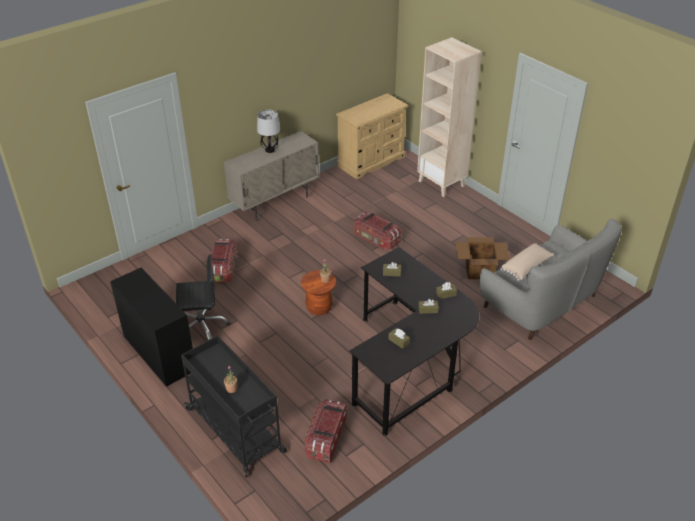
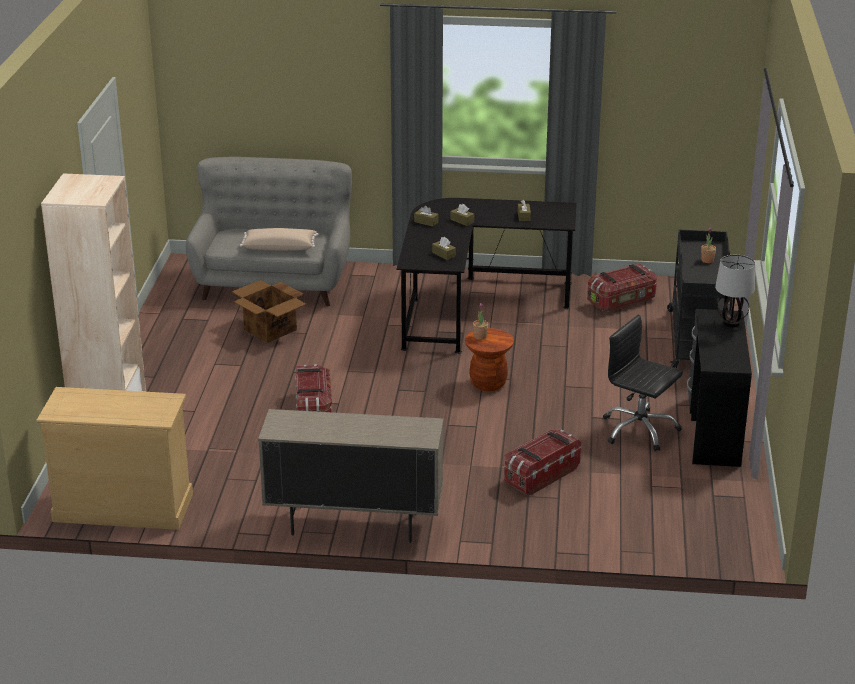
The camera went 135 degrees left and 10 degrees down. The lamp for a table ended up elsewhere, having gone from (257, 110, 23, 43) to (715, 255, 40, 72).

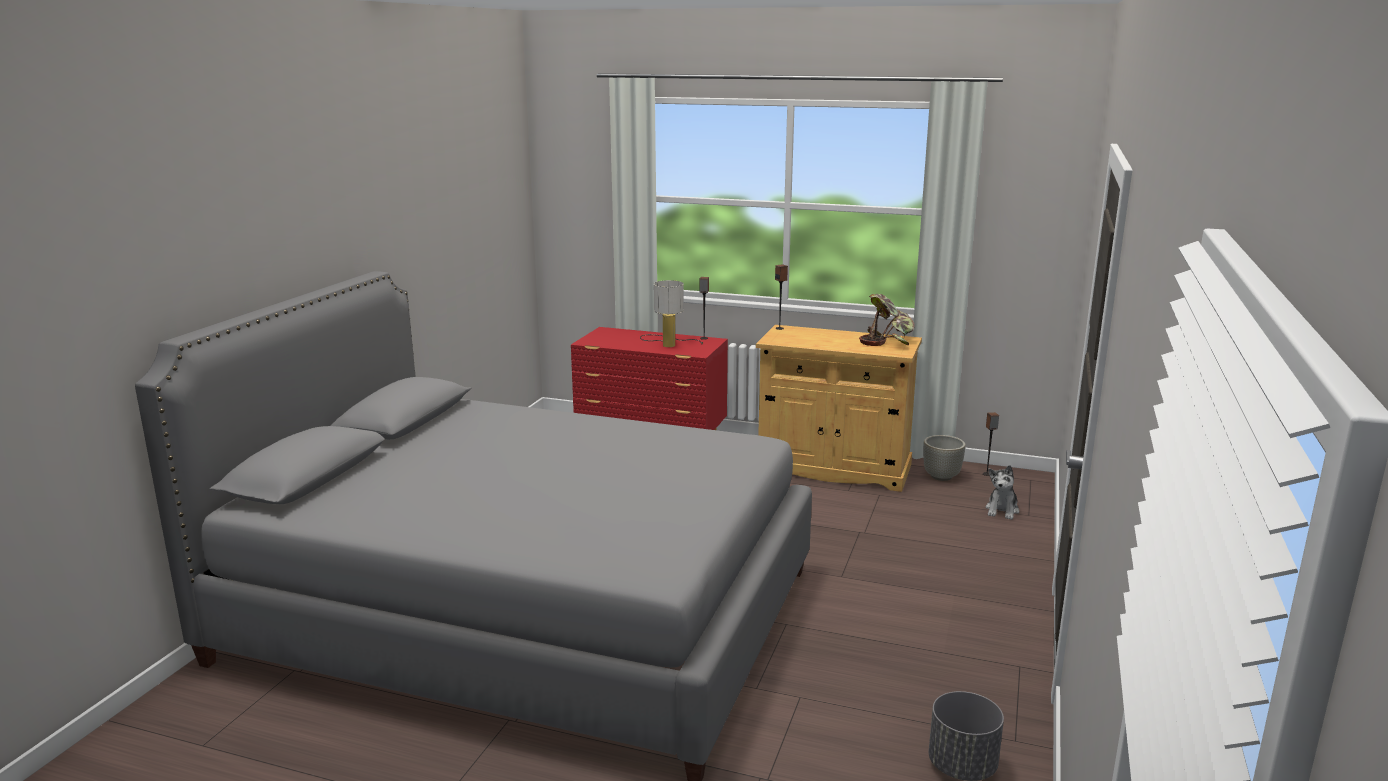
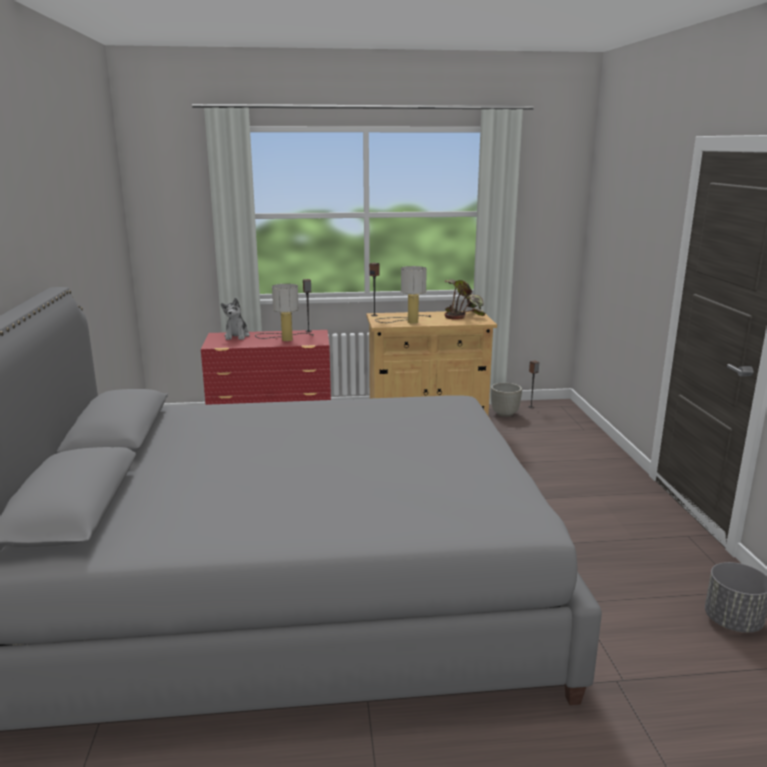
The camera went 25 degrees left and 0 degrees up. The cuddly toy ended up elsewhere, having gone from (985, 465, 35, 55) to (221, 298, 29, 42). The second view gained the lamp for a table at (375, 266, 56, 58).

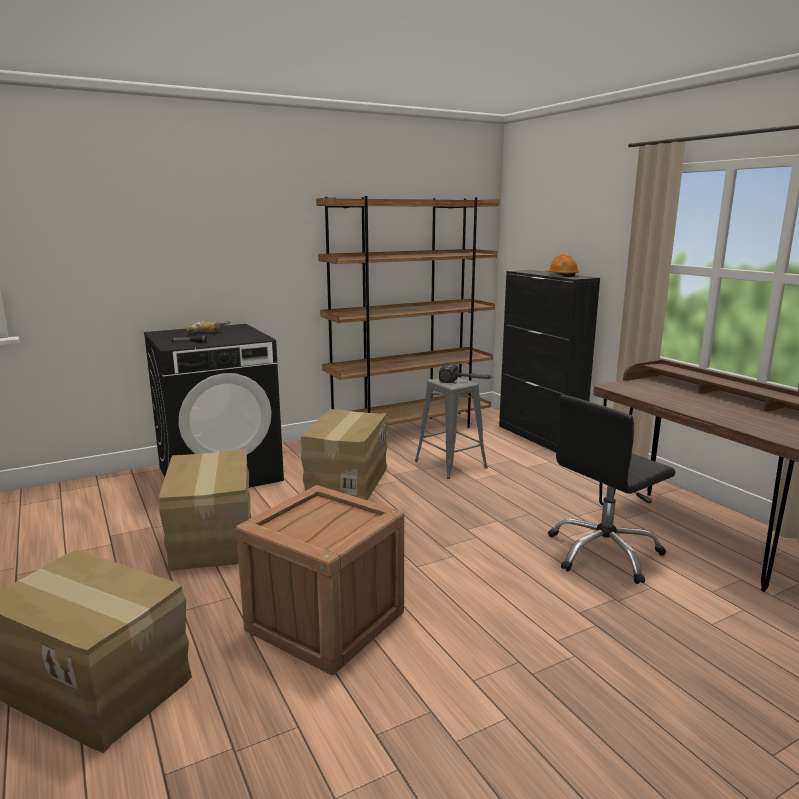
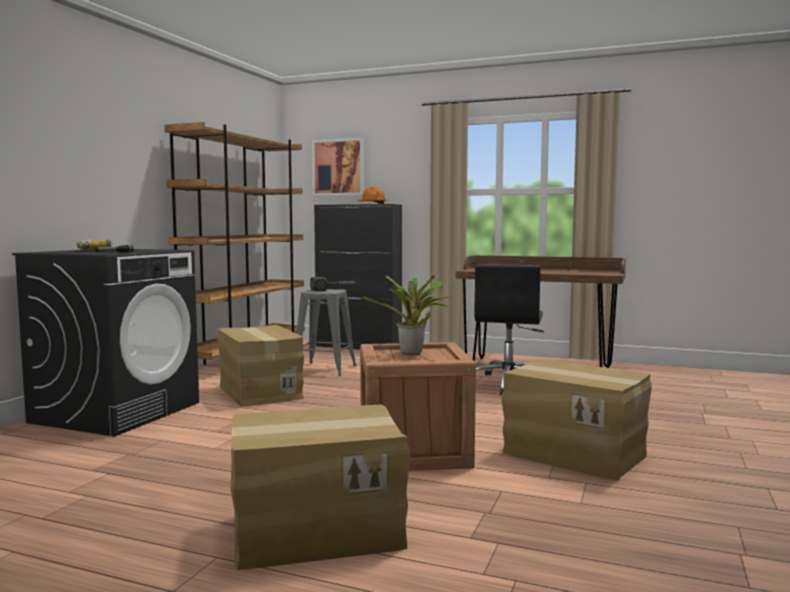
The camera went 40 degrees left and 10 degrees down. The cardboard box ended up elsewhere, having gone from (159, 449, 92, 123) to (502, 359, 150, 122). The second view gained the wall art at (312, 138, 52, 58). The second view gained the potted plant at (363, 275, 89, 80).

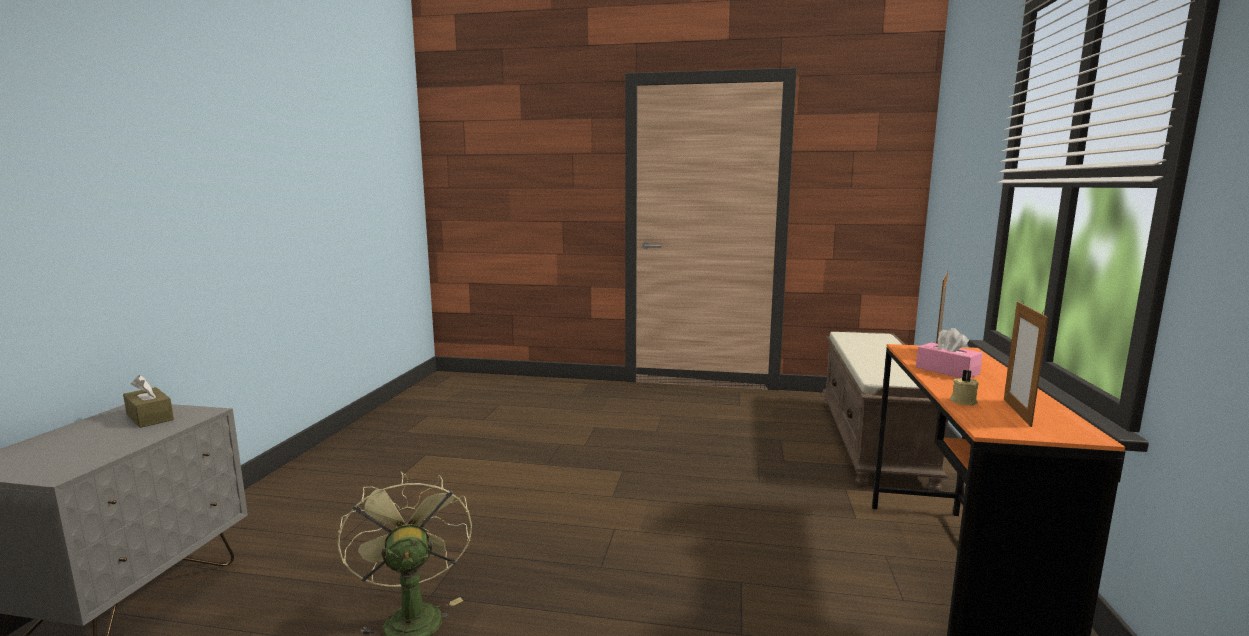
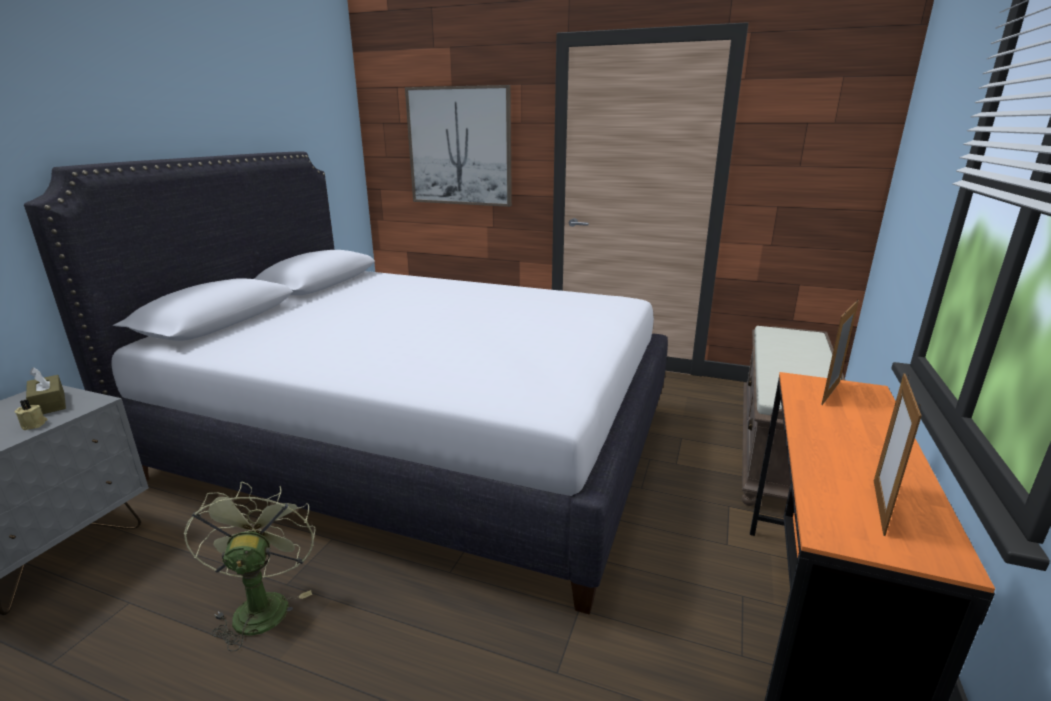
The camera went 10 degrees right and 10 degrees up. The second view lost the pinkish tissue holder at (916, 328, 67, 50). The sand-coloured candle ended up elsewhere, having gone from (950, 370, 29, 36) to (15, 399, 33, 31). The second view gained the wall art at (405, 85, 107, 122). The second view gained the white-coloured bedroom bed at (24, 152, 644, 463).

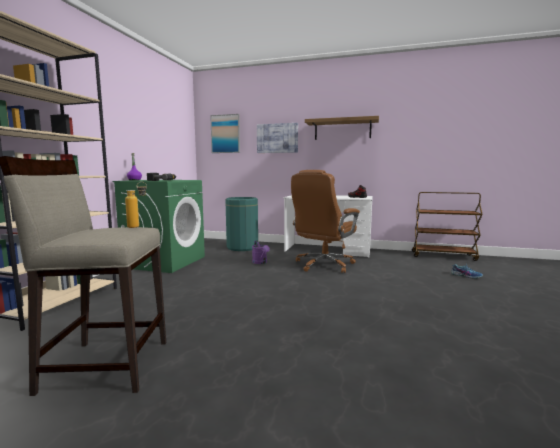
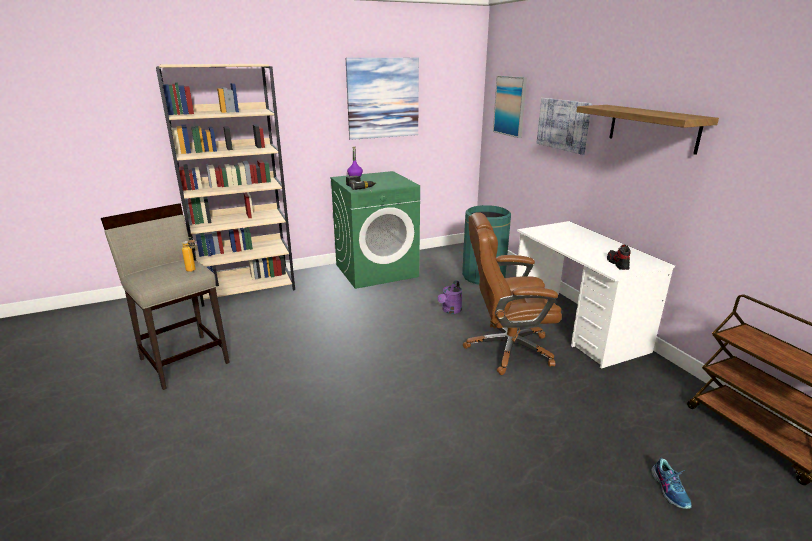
The camera went 50 degrees right and 15 degrees up. The second view gained the wall art at (346, 58, 73, 82).

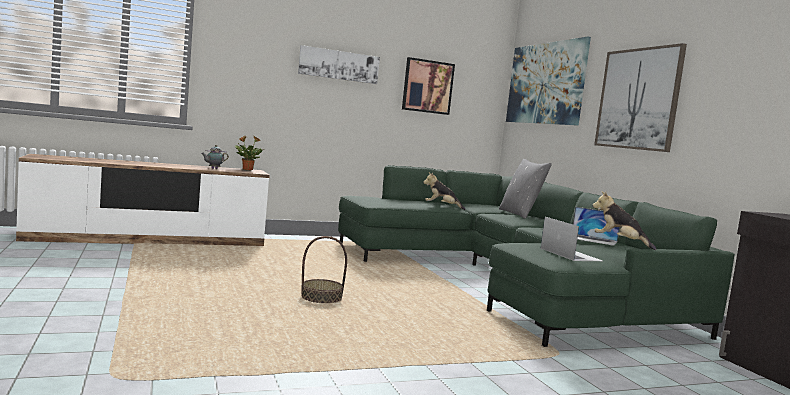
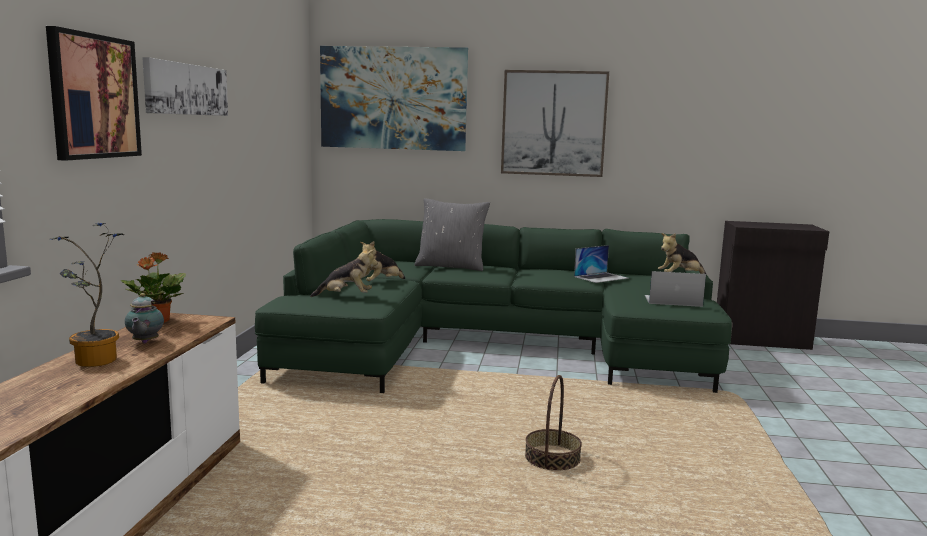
The camera went 60 degrees left and 5 degrees up. The wall art ended up elsewhere, having gone from (402, 57, 53, 58) to (46, 26, 96, 135). The second view gained the potted plant at (50, 223, 74, 144). The second view gained the cuddly toy at (310, 246, 68, 51).

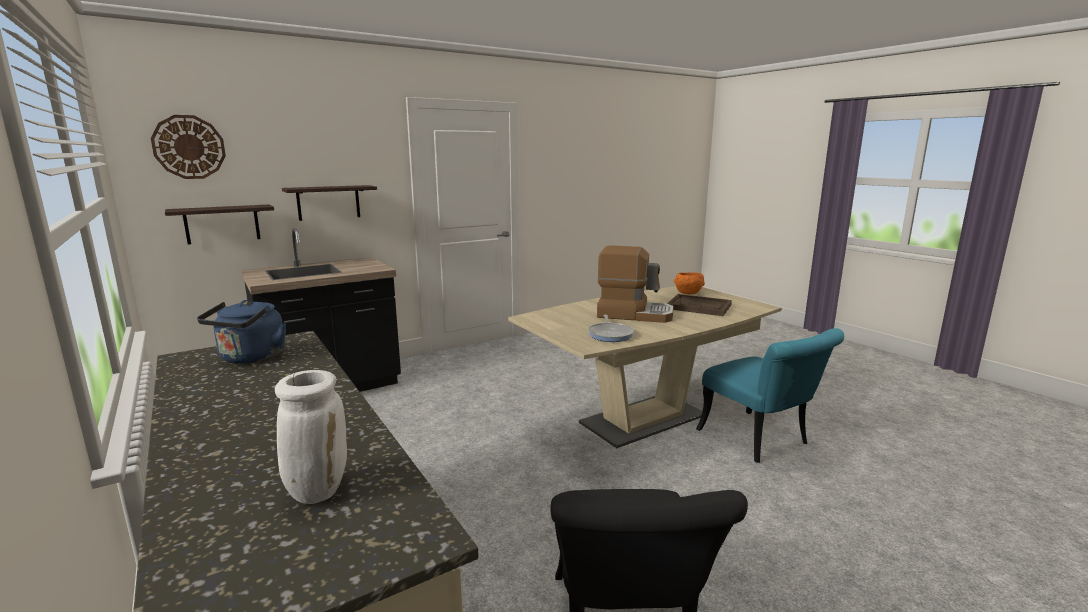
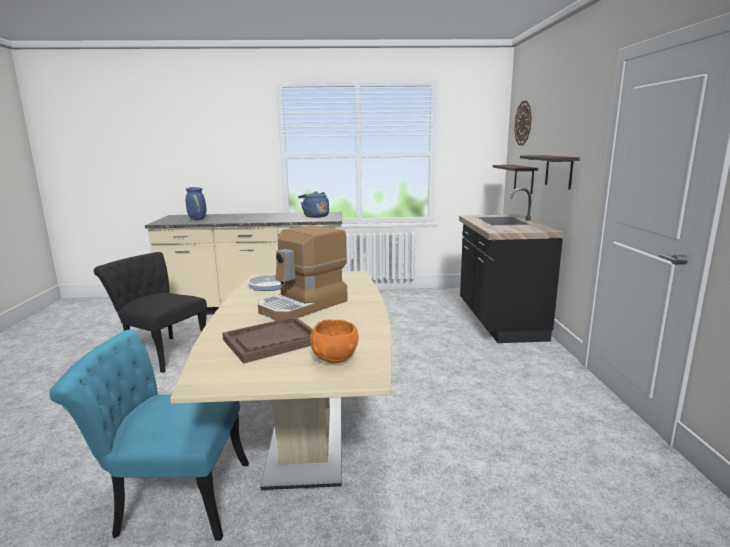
The camera went 120 degrees right and 0 degrees up. What was the white-coloured flower vase at (275, 370, 72, 134) turned into the blue flower vase at (185, 187, 21, 33).

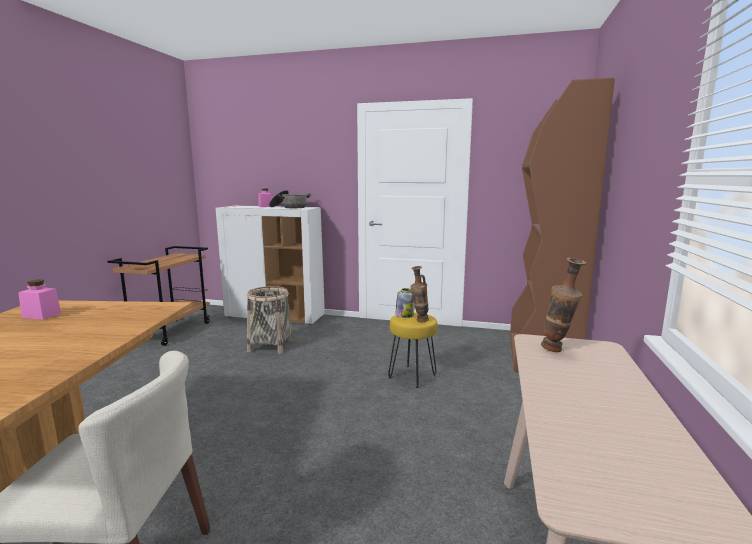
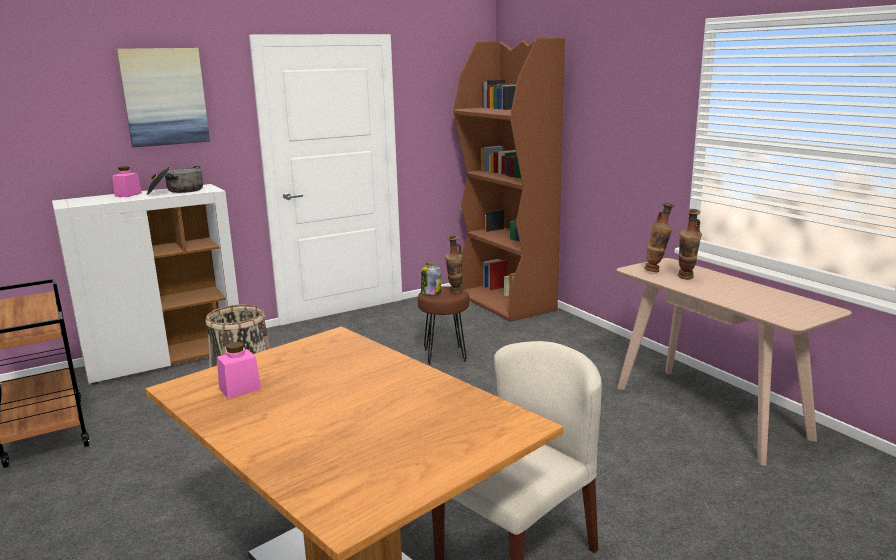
The camera went 45 degrees left and 5 degrees up. What was the yellowish stool seat at (388, 313, 50, 75) turned into the brownish stool seat at (418, 286, 51, 79). The second view gained the wall art at (117, 48, 93, 99). The second view gained the flower vase at (678, 209, 24, 71).

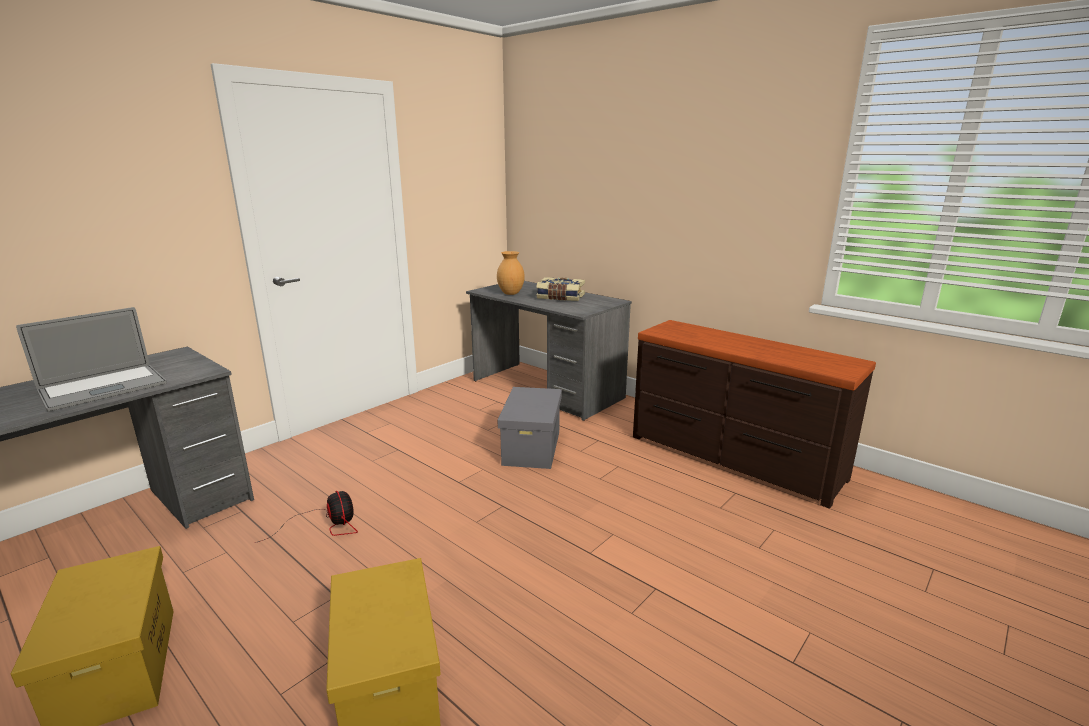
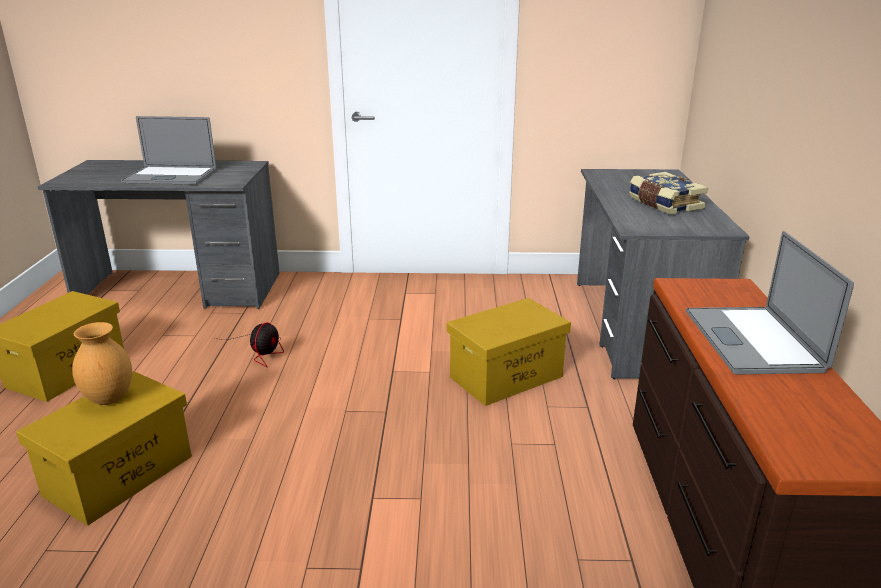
The camera went 50 degrees right and 5 degrees up. The brownish flower vase ended up elsewhere, having gone from (497, 251, 28, 44) to (72, 322, 60, 83). What was the gray storage box at (498, 387, 64, 82) turned into the yellowish storage box at (447, 298, 124, 108). The second view gained the portable computer at (686, 231, 168, 143).

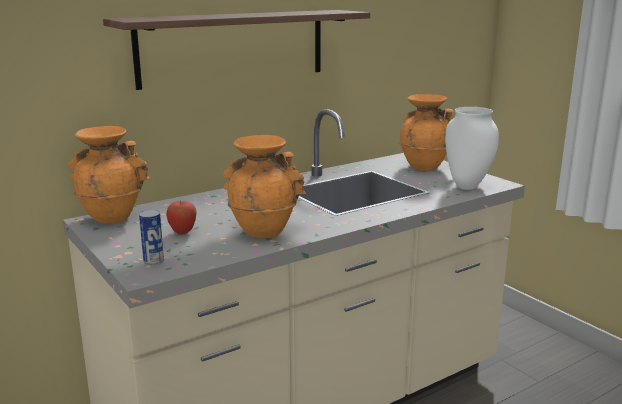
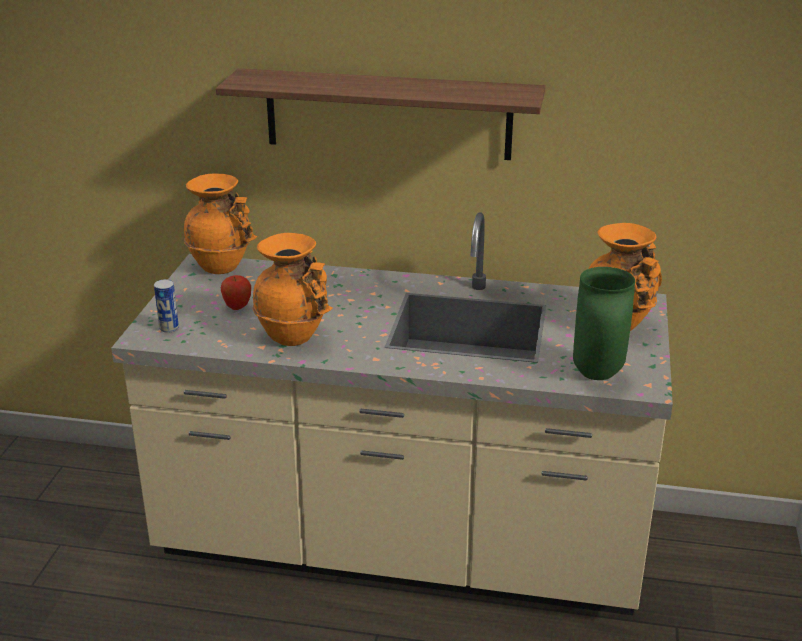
The camera went 45 degrees right and 10 degrees up. What was the white-coloured flower vase at (445, 107, 54, 83) turned into the green flower vase at (573, 267, 62, 113).

